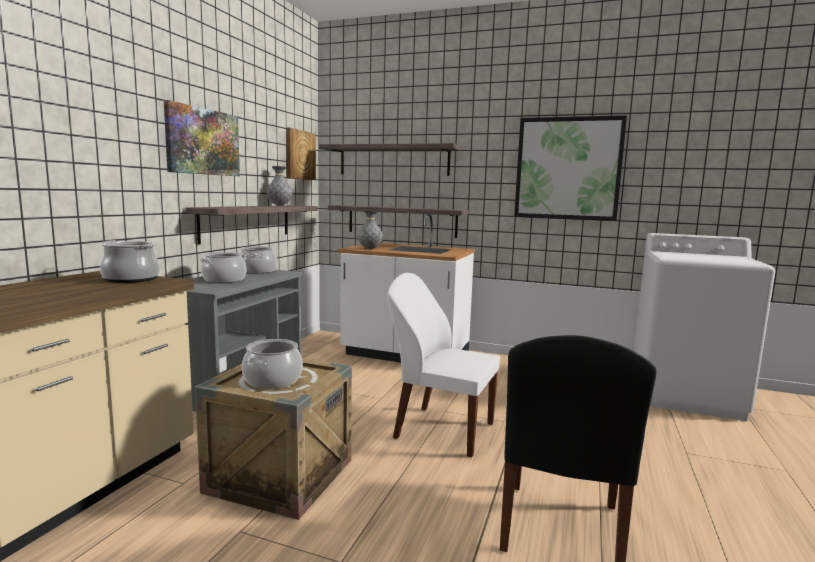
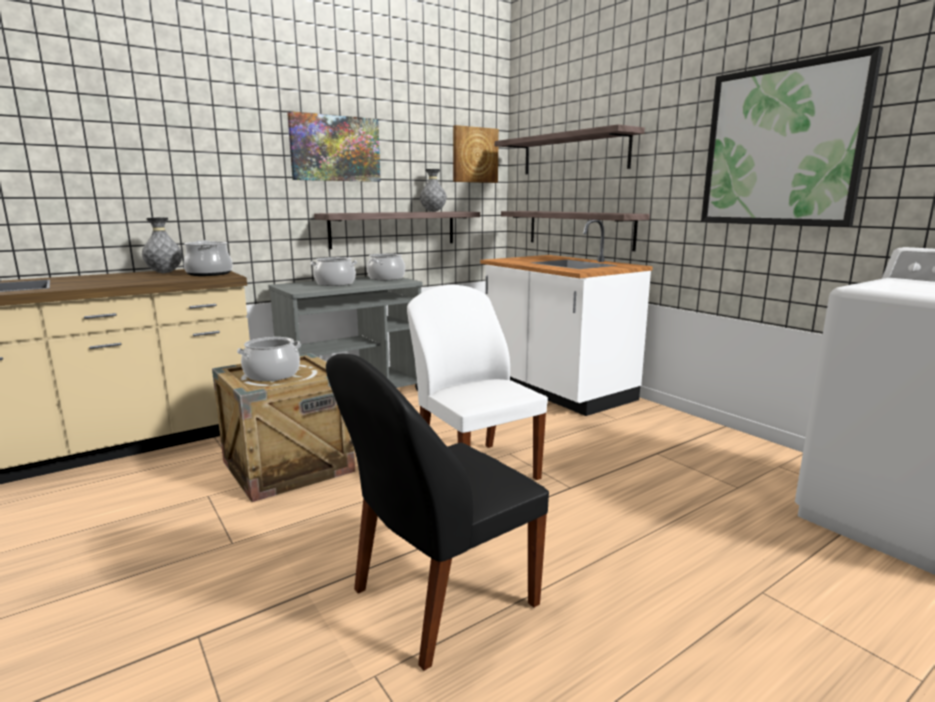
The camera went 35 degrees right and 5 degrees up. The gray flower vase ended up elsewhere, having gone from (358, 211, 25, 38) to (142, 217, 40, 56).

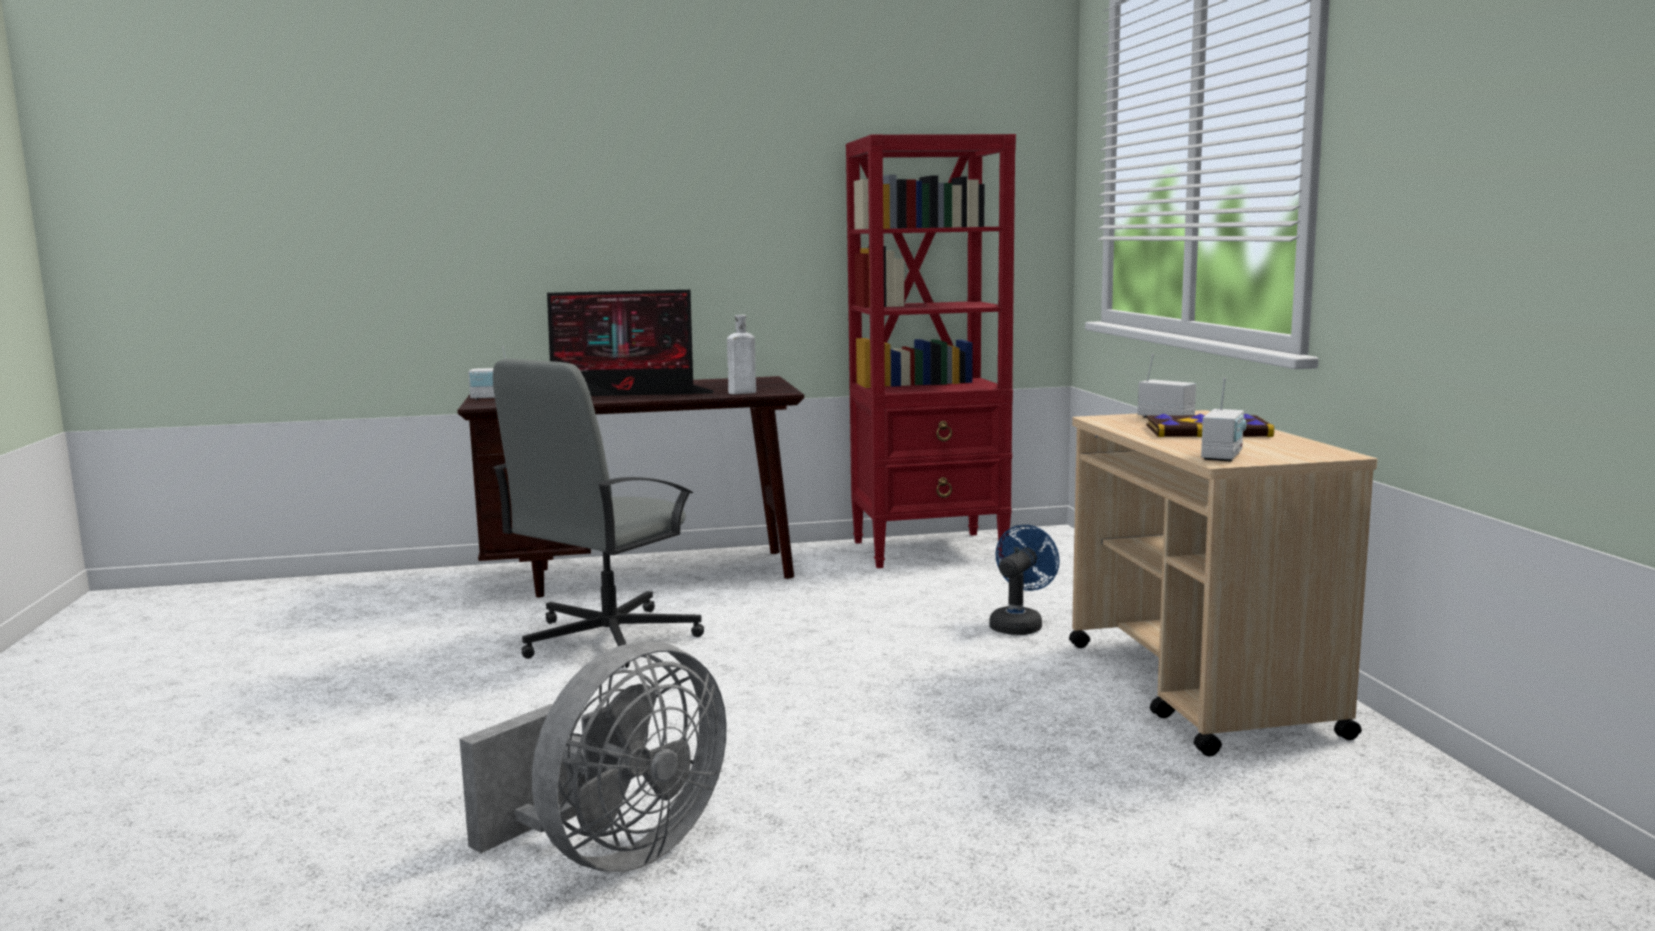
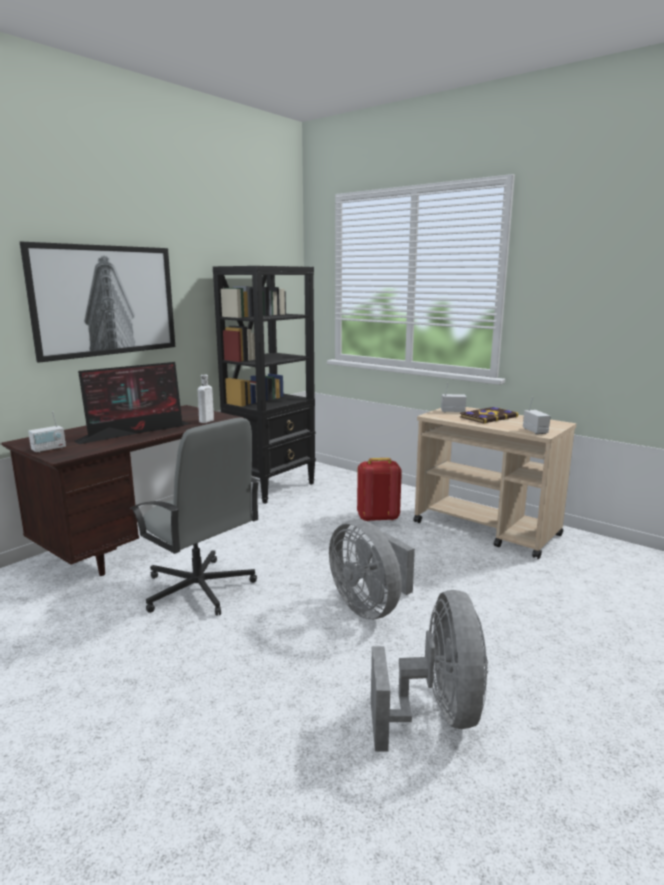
The camera went 40 degrees left and 5 degrees up. What was the red-coloured bookcase at (846, 134, 170, 434) turned into the black-coloured bookcase at (213, 266, 103, 238). The gray desk chair at (493, 359, 211, 309) ended up facing another way, 45 degrees counterclockwise from before. Where the blue fan stood at (989, 525, 71, 110), the red-coloured backpack came to stand at (357, 458, 45, 64). The second view gained the wall art at (20, 242, 155, 121). The second view gained the gray fan at (329, 519, 86, 101).

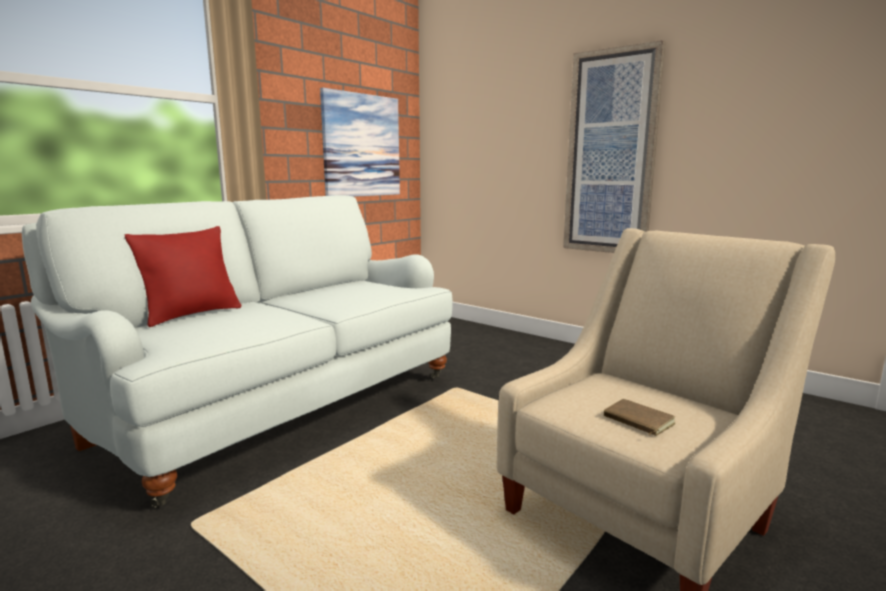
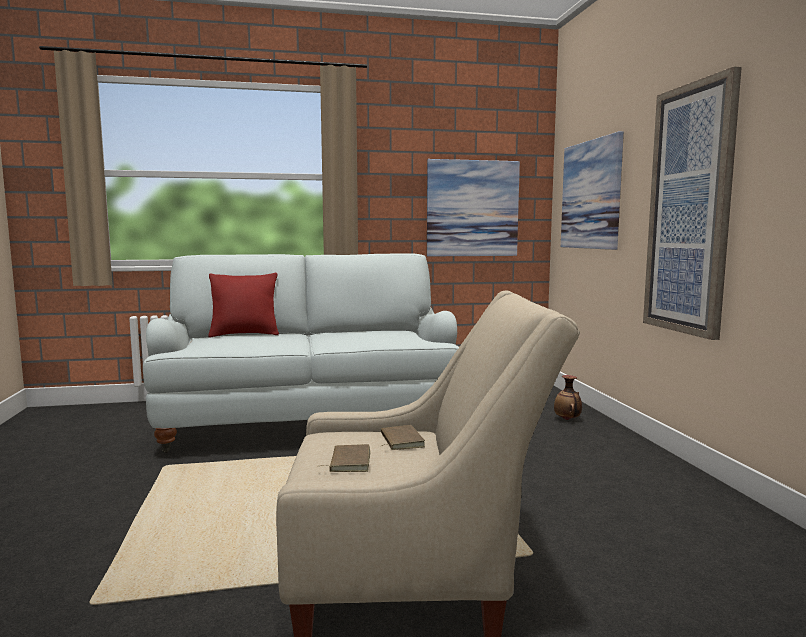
The camera went 40 degrees right and 5 degrees down. The second view gained the wall art at (561, 131, 63, 119). The second view gained the flower vase at (554, 375, 28, 45). The second view gained the brownish bound book at (380, 425, 45, 25).

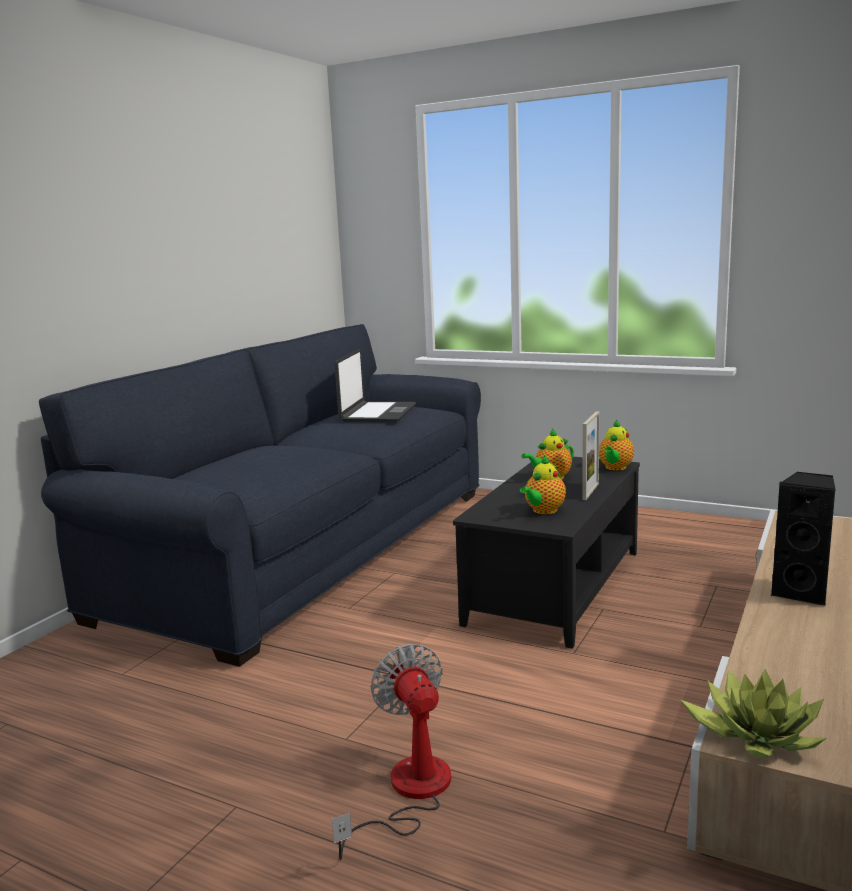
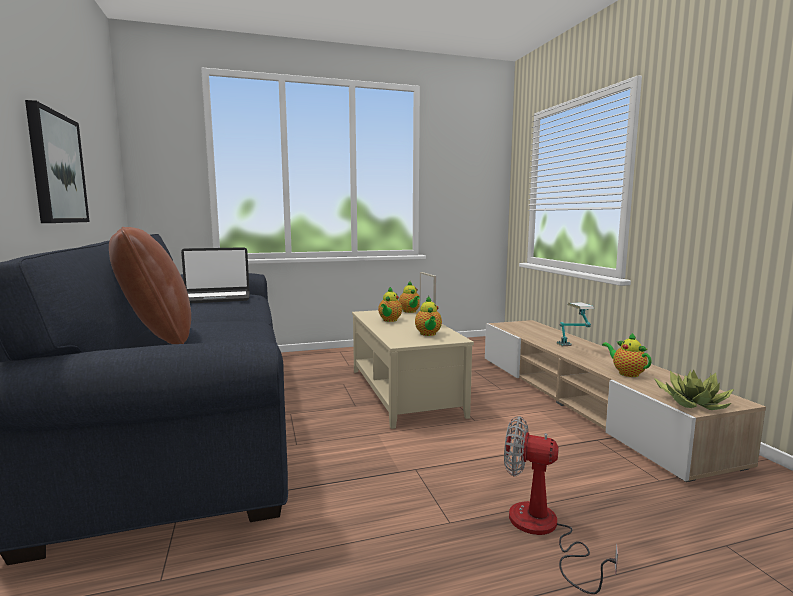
The camera went 45 degrees left and 5 degrees down. The portable computer at (335, 349, 81, 73) ended up facing another way, 105 degrees clockwise from before. What was the black-coloured lounge table at (453, 457, 187, 192) turned into the sand-coloured lounge table at (352, 309, 122, 120). Where the black-coloured audio speaker stood at (771, 472, 65, 134), the lamp for a table came to stand at (557, 302, 37, 44). The second view gained the wall art at (25, 100, 65, 123). The second view gained the brownish throw pillow at (109, 227, 82, 117). The second view gained the teapot at (602, 333, 50, 44).

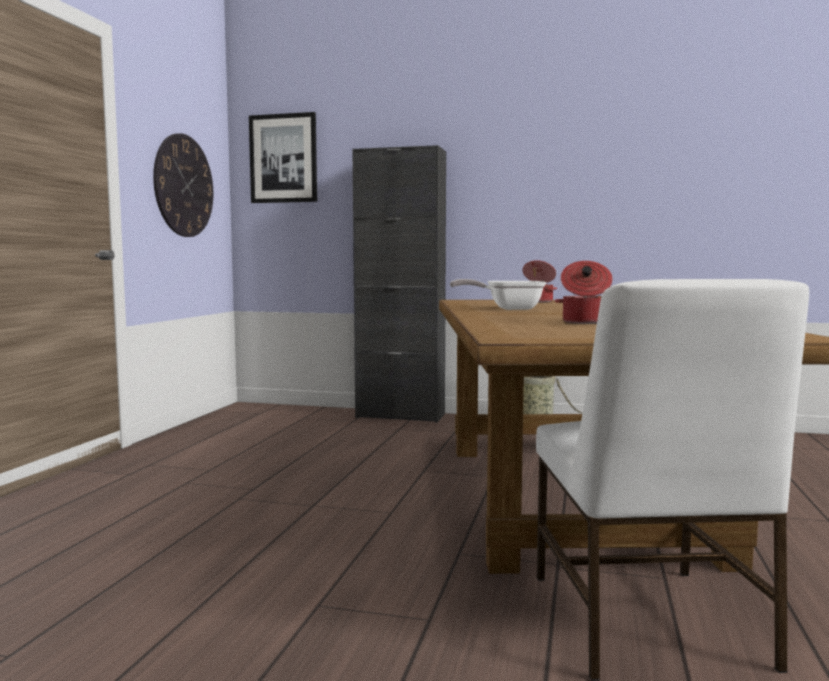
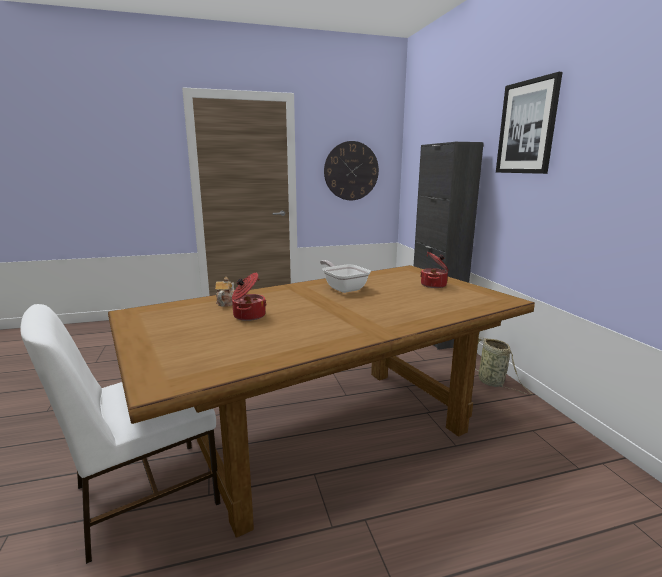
The camera went 60 degrees right and 10 degrees up. The wall art ended up elsewhere, having gone from (249, 112, 68, 91) to (496, 72, 66, 102). The second view gained the teapot at (215, 277, 20, 30).

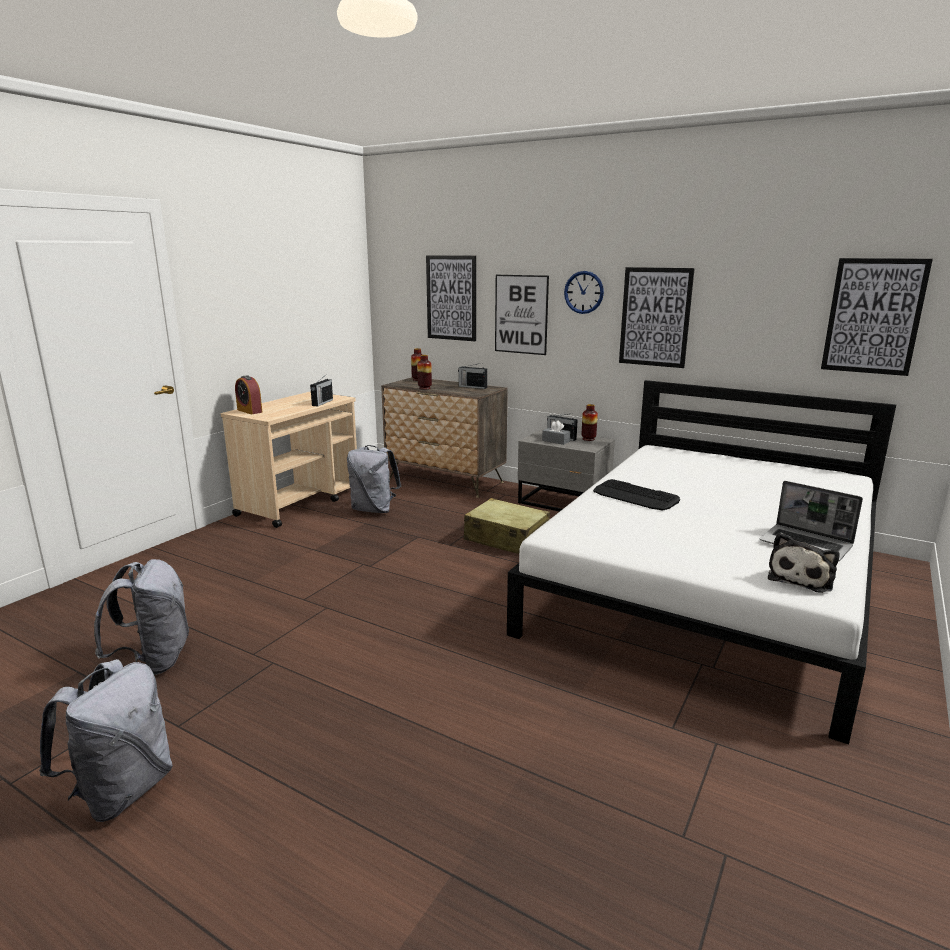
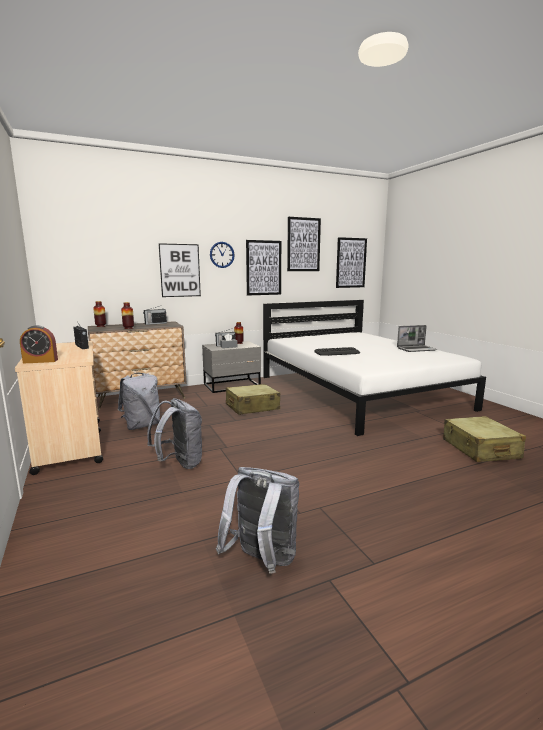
The camera went 55 degrees left and 5 degrees down. The wall art ended up elsewhere, having gone from (426, 255, 50, 86) to (287, 217, 34, 54). The second view lost the cuddly toy at (768, 533, 72, 60). The gray backpack ended up elsewhere, having gone from (39, 659, 134, 163) to (147, 398, 56, 71). The second view gained the sand-coloured travel case at (443, 416, 83, 46).

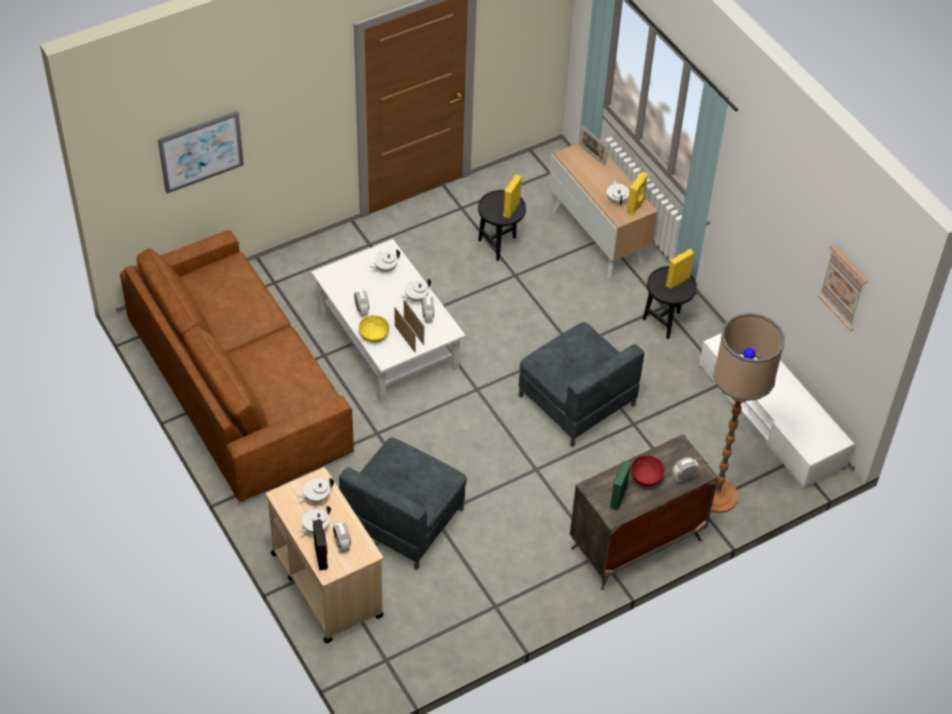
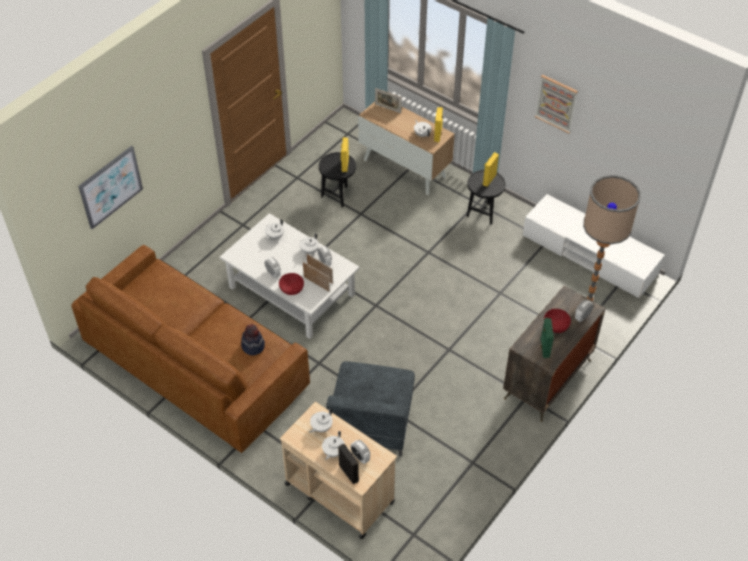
The camera went 20 degrees left and 0 degrees up. The wall art ended up elsewhere, having gone from (817, 245, 51, 86) to (535, 75, 43, 58). What was the yellowish deep dish at (359, 315, 30, 28) turned into the red-coloured deep dish at (279, 273, 25, 22). The second view lost the gray lounge chair at (518, 322, 126, 125). The second view gained the clothing hat at (241, 324, 24, 31).

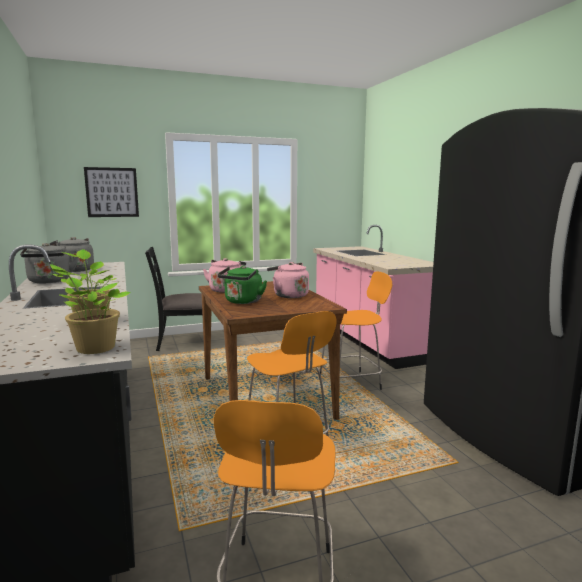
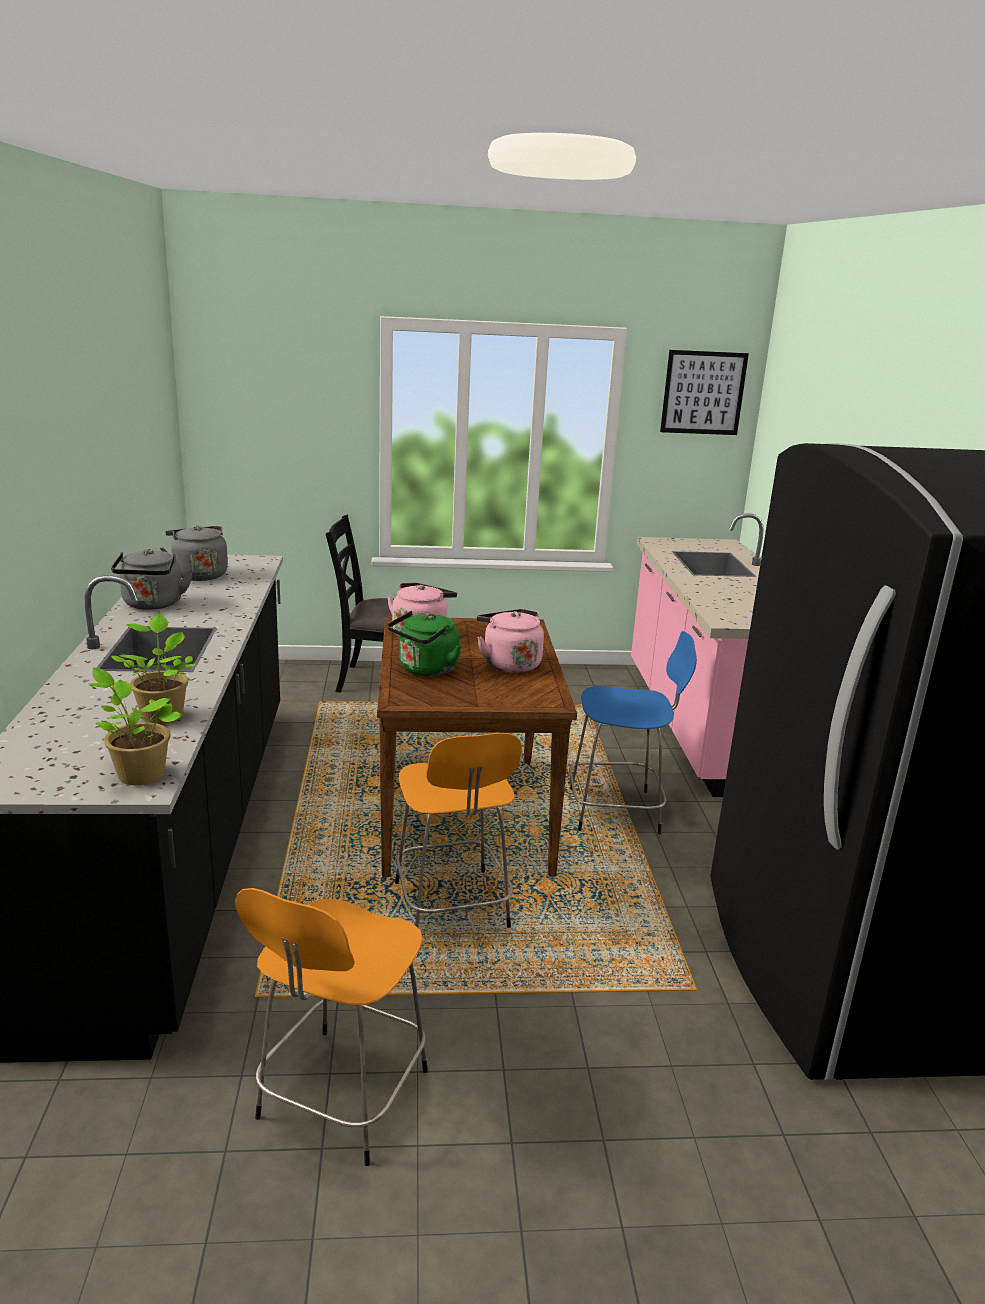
The camera went 15 degrees right and 10 degrees up. The wall art ended up elsewhere, having gone from (84, 167, 55, 50) to (660, 350, 89, 85). What was the orangey stool seat at (320, 271, 72, 119) turned into the blue stool seat at (569, 631, 128, 203).

